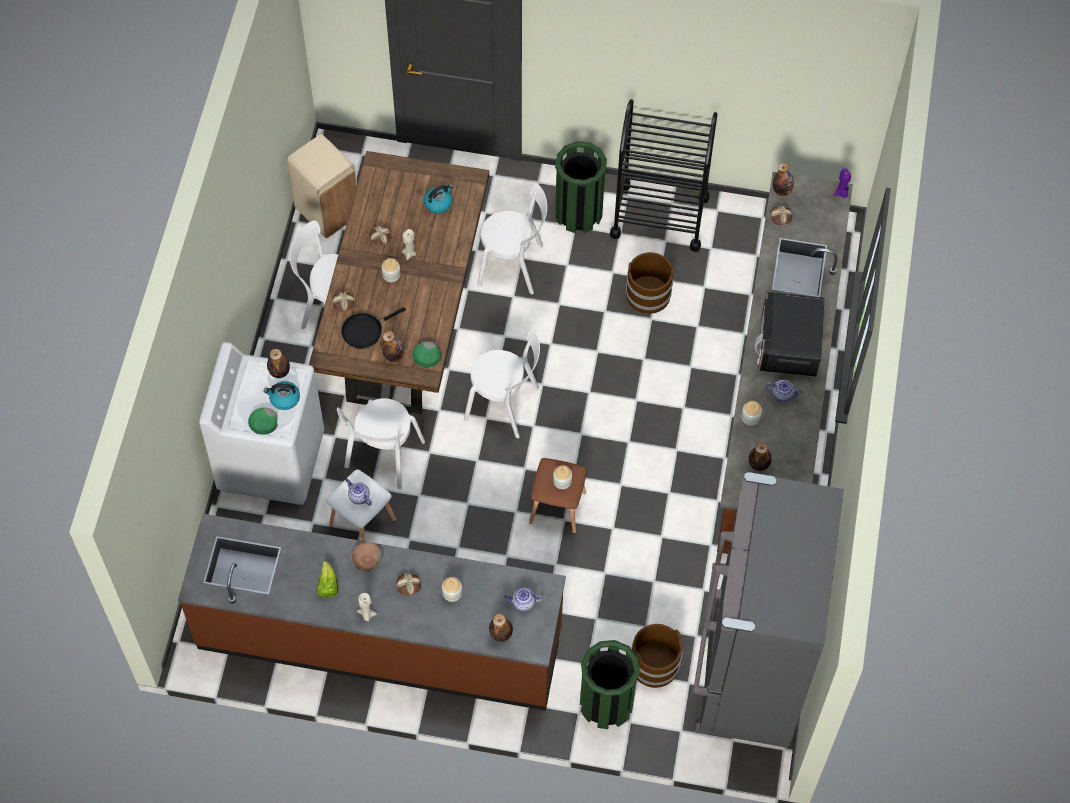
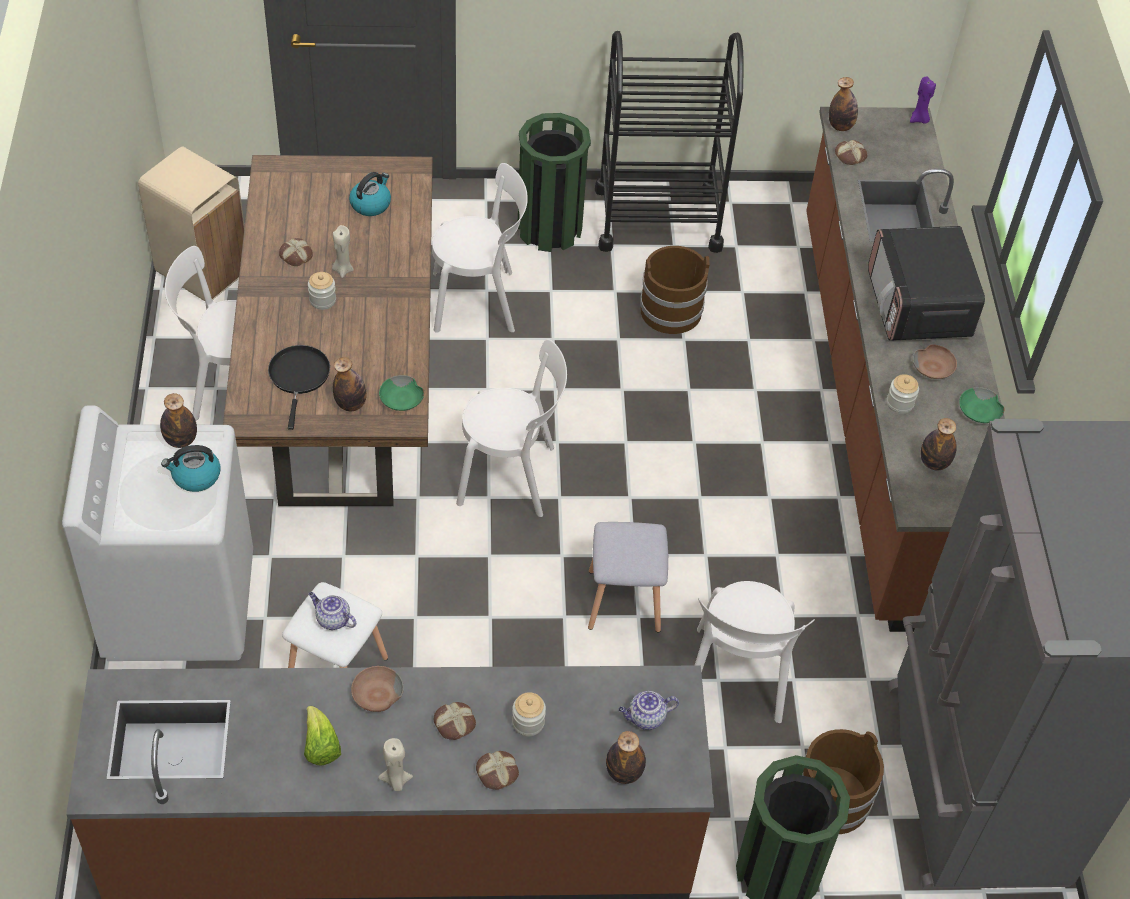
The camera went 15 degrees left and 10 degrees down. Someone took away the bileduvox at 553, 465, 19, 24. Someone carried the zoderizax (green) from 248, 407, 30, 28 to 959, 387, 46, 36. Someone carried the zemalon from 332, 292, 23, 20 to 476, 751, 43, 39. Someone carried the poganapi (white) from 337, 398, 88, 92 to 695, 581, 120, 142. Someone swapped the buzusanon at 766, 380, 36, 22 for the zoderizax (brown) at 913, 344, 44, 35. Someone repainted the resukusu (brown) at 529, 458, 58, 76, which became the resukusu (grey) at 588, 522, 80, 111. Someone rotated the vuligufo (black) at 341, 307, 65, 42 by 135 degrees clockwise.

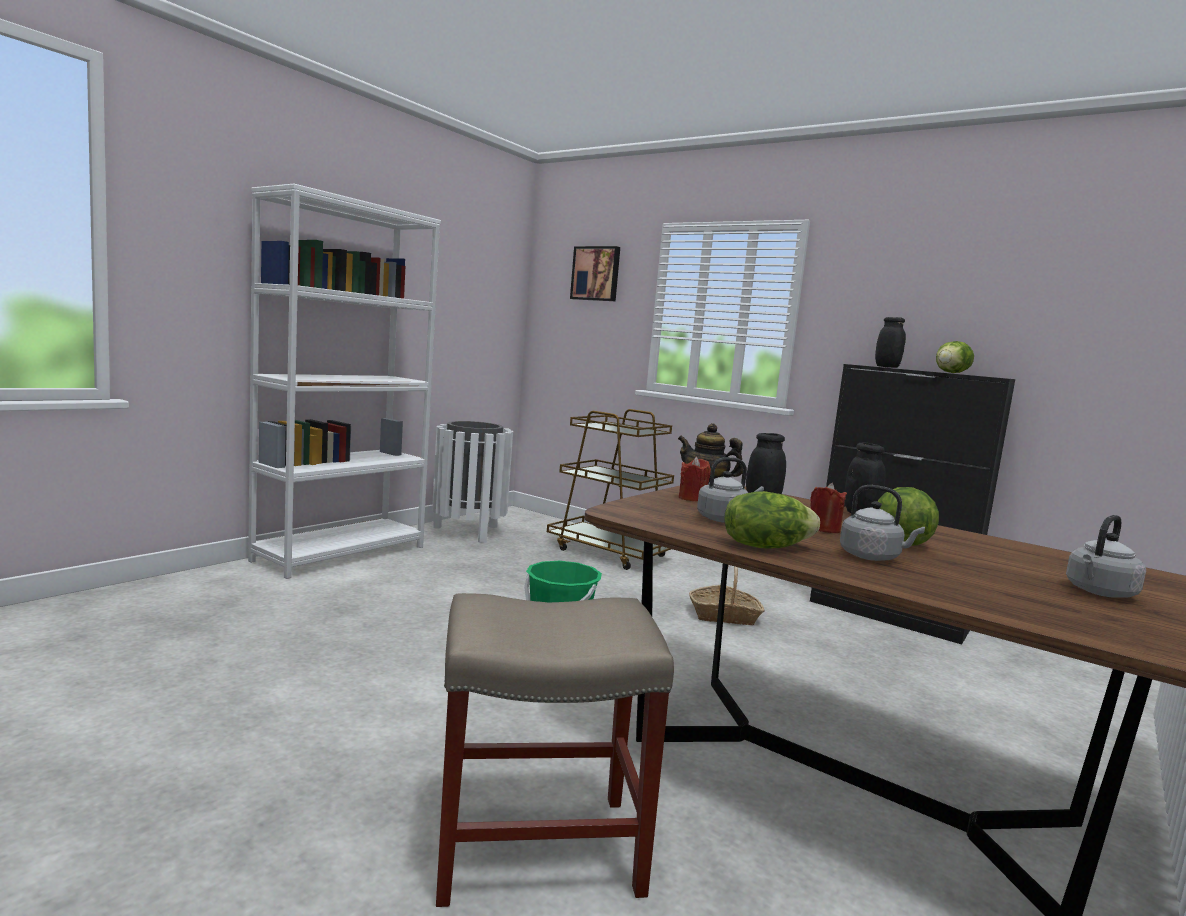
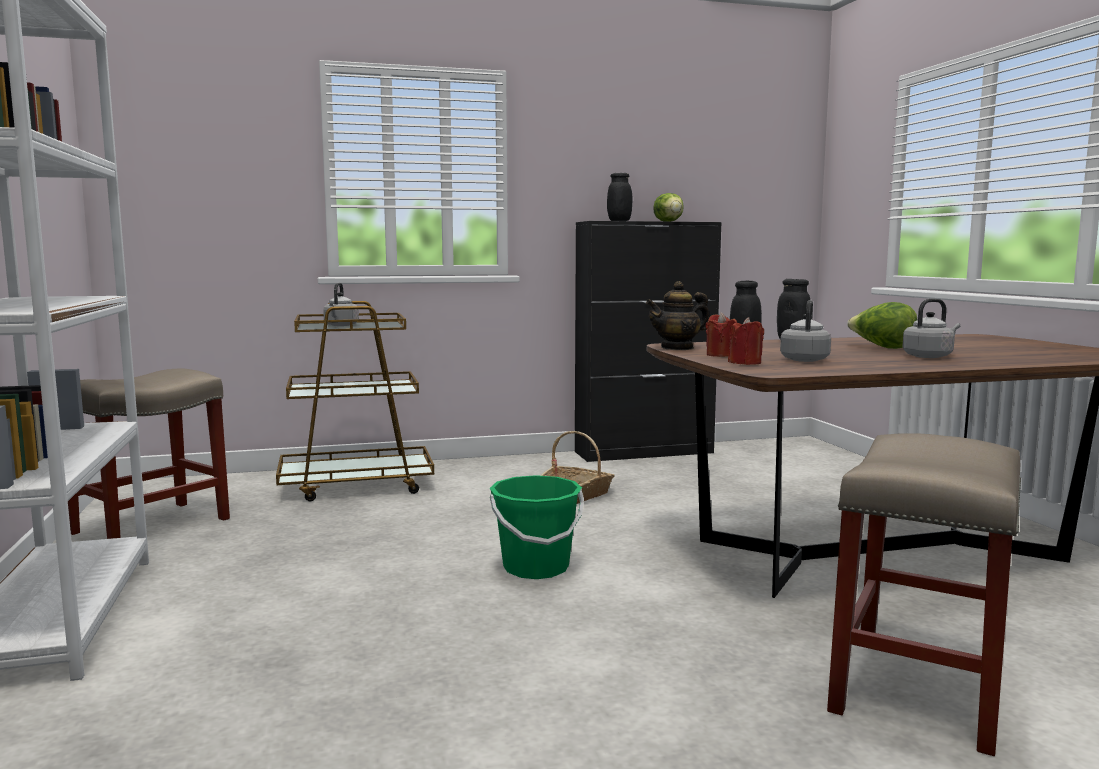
The camera went 50 degrees left and 0 degrees up. Someone took away the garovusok at 570, 246, 50, 55. Someone took away the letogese at 724, 491, 96, 57. Someone carried the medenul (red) from 811, 483, 36, 50 to 728, 317, 36, 48. Someone carried the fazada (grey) from 1066, 515, 80, 83 to 323, 283, 36, 43. Someone swapped the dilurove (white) at 432, 421, 81, 122 for the resukusu (beige) at 68, 368, 162, 171.

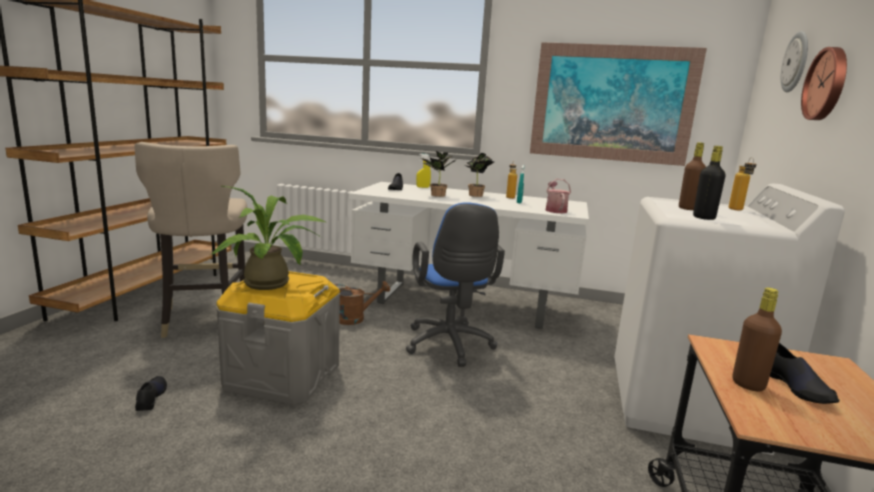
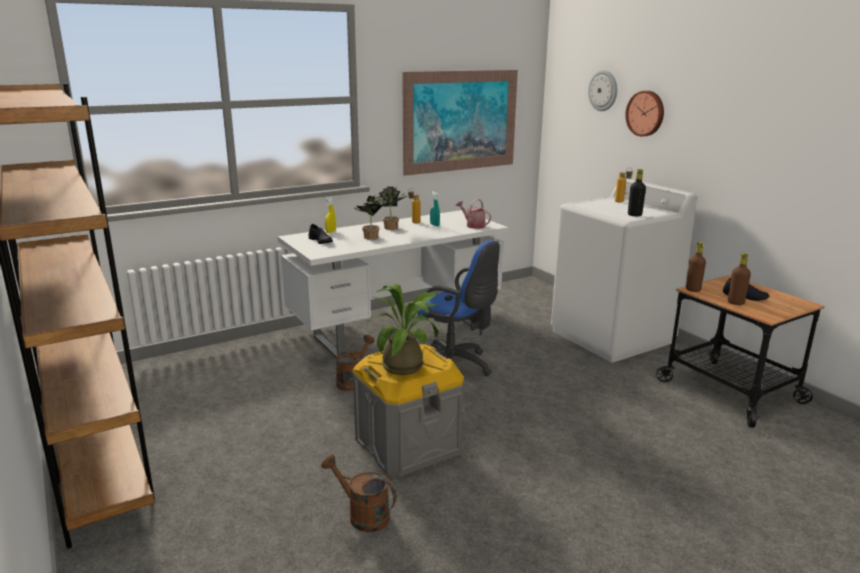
The camera went 45 degrees left and 5 degrees up. Someone took away the resukusu (beige) at 134, 142, 113, 196. Someone carried the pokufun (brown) from 679, 142, 27, 68 to 686, 242, 20, 50. Someone swapped the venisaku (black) at 135, 376, 32, 35 for the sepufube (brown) at 321, 454, 76, 78.

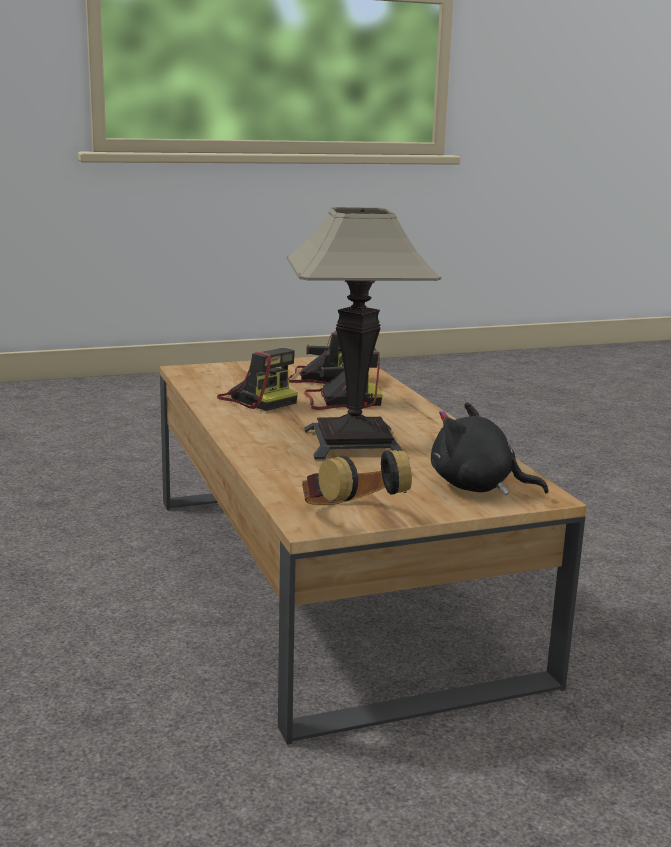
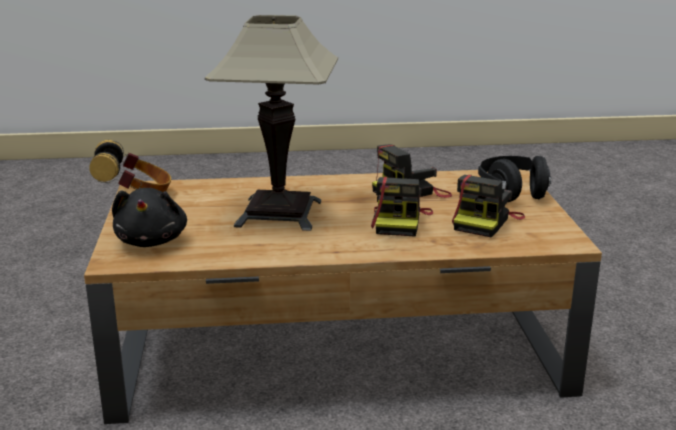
The camera went 105 degrees right and 5 degrees up. Someone put down the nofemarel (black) at 478, 156, 73, 46. Someone rotated the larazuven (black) at 431, 402, 118, 93 by 135 degrees clockwise.

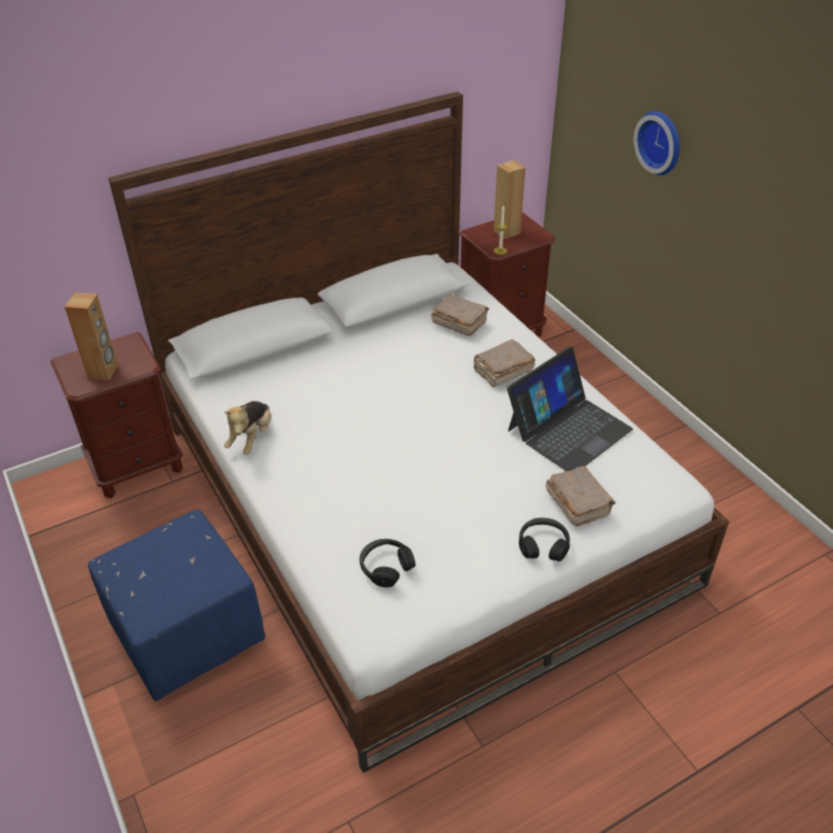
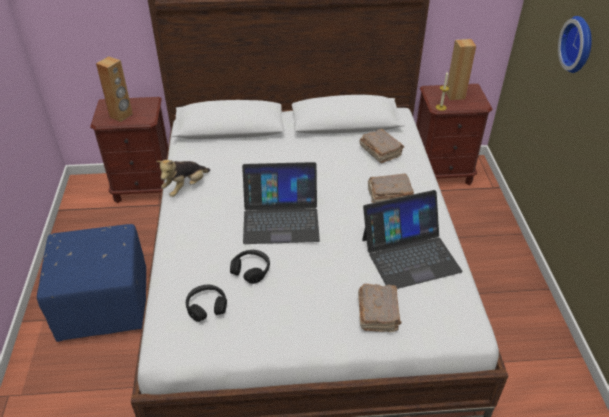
The camera went 25 degrees right and 0 degrees up. Someone put down the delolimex at 242, 162, 78, 82. Someone carried the nofemarel (black) from 519, 518, 51, 43 to 230, 250, 40, 34.

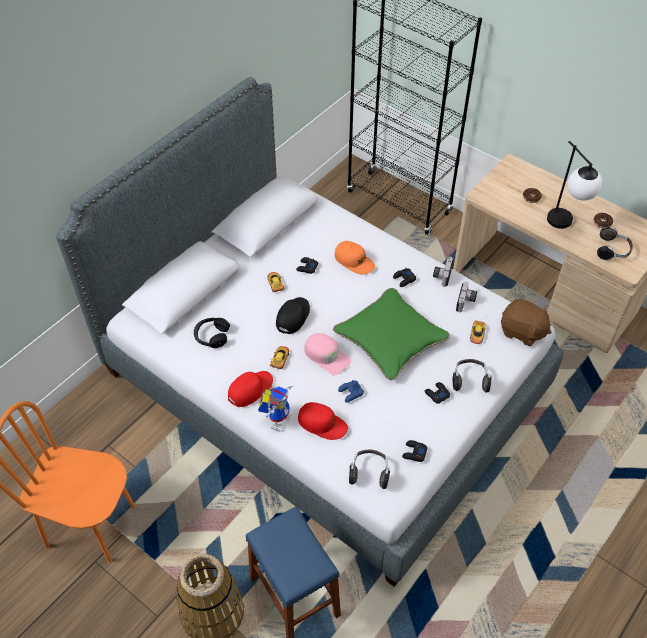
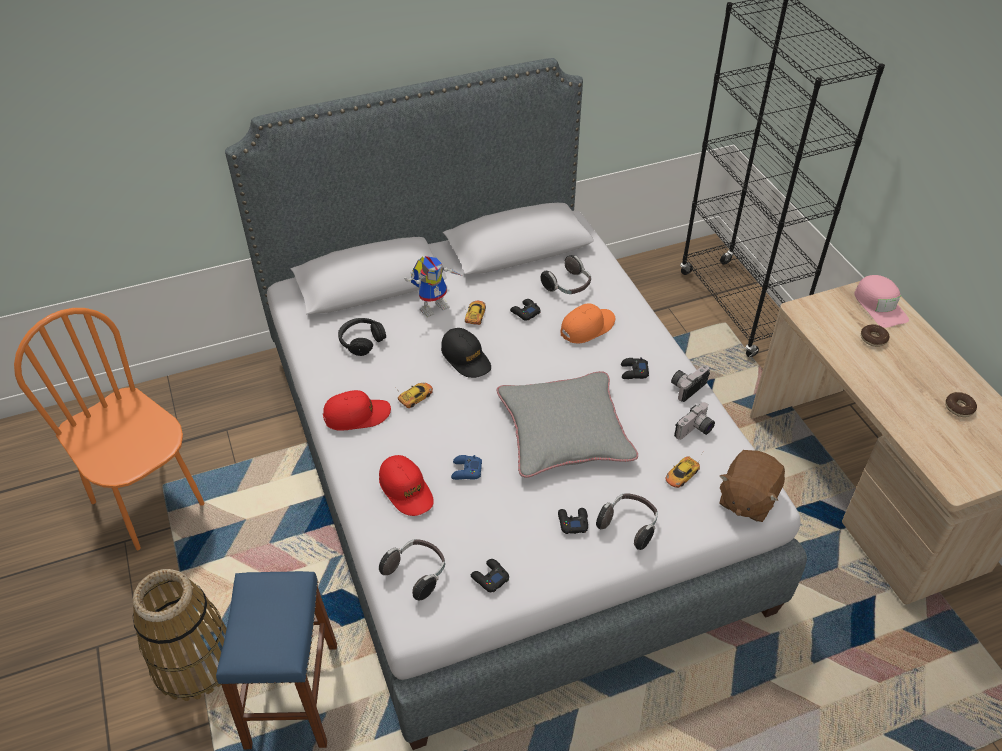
The camera went 30 degrees right and 5 degrees down. Someone took away the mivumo at 547, 141, 55, 88. Someone carried the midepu from 258, 386, 35, 46 to 404, 256, 58, 61. Someone carried the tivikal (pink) from 304, 333, 47, 42 to 854, 275, 55, 53. Someone carried the nofemarel from 597, 227, 36, 33 to 540, 255, 51, 39. Someone repainted the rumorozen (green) at 333, 288, 117, 92, which became the rumorozen (grey) at 497, 371, 141, 107. Someone rotated the tivikal (black) at 276, 297, 34, 37 by 90 degrees clockwise. Someone rotated the tivikal (orange) at 335, 241, 40, 33 by 105 degrees counterclockwise. Someone rotated the larazuven (brown) at 501, 299, 51, 47 by 60 degrees clockwise.

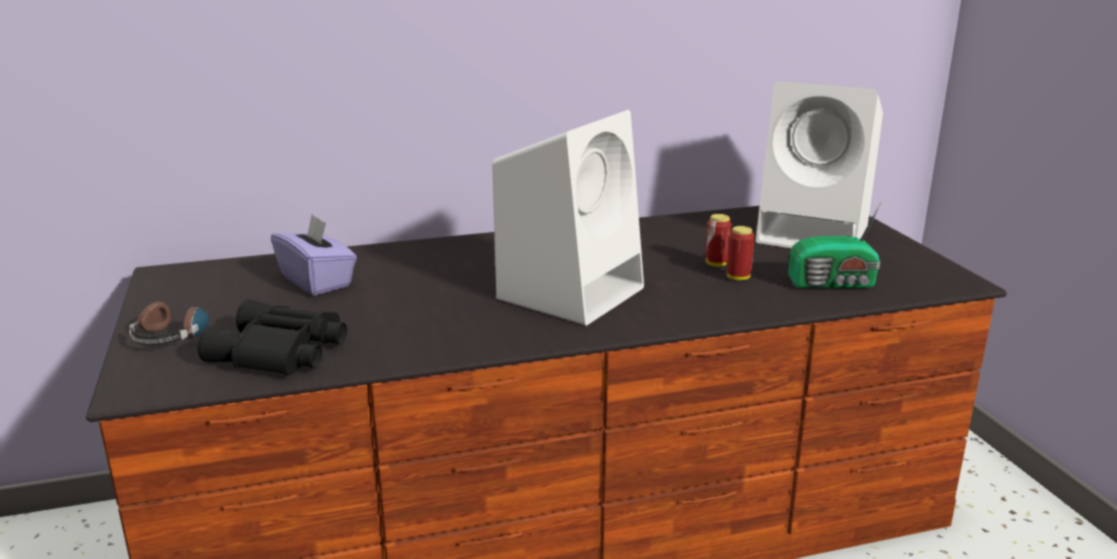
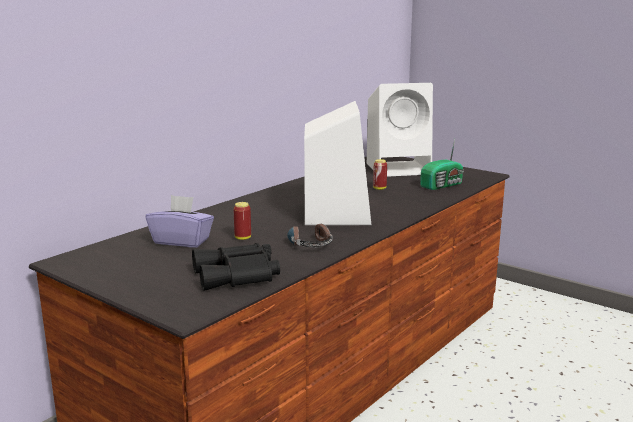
The camera went 35 degrees left and 5 degrees down. Someone carried the nofemarel from 129, 302, 89, 44 to 287, 224, 46, 23. Someone carried the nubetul from 727, 226, 28, 55 to 233, 202, 18, 38.

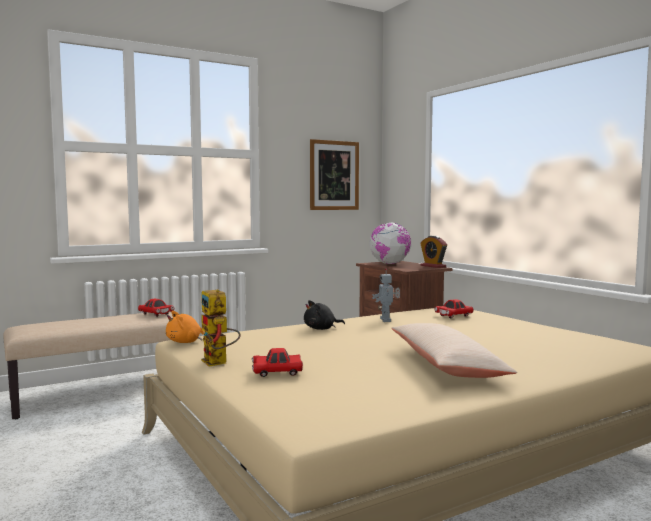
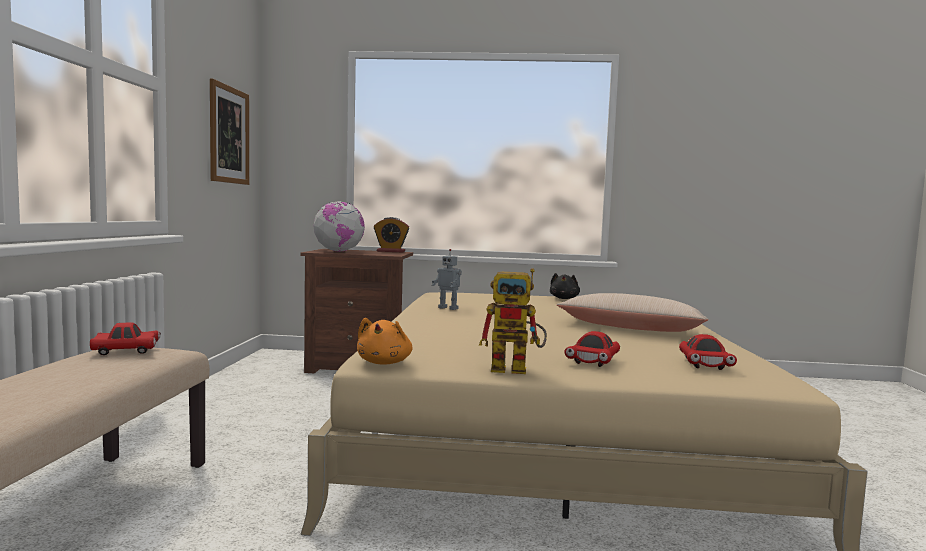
The camera went 55 degrees left and 0 degrees up. Someone carried the larazuven (black) from 304, 300, 41, 30 to 550, 273, 30, 26. Someone carried the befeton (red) from 434, 299, 40, 19 to 679, 334, 58, 36.

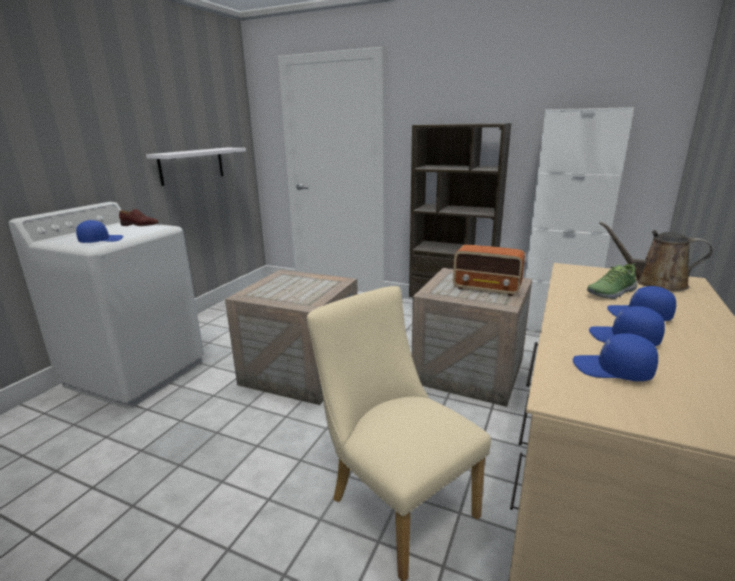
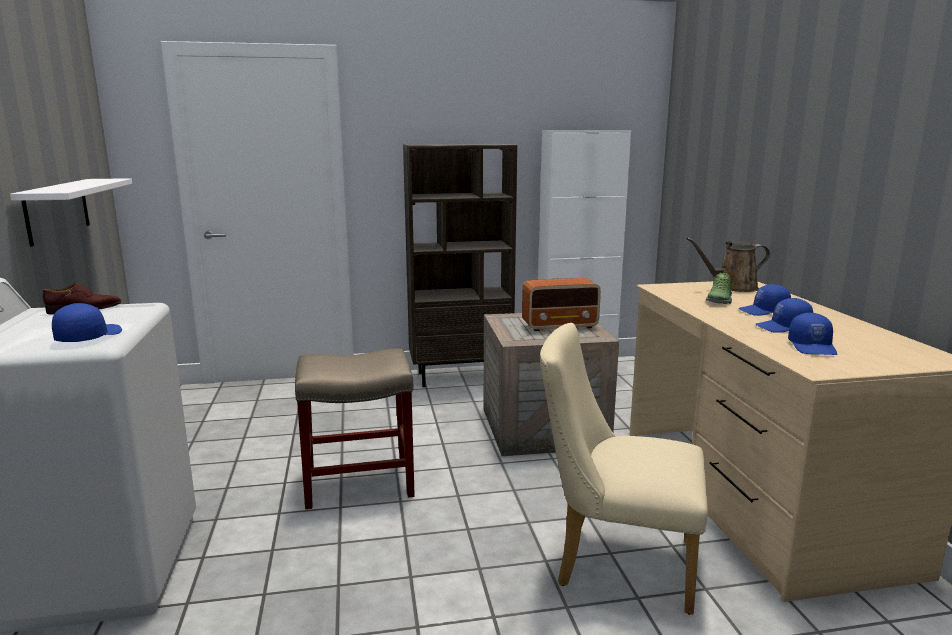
The camera went 35 degrees left and 5 degrees down. Someone swapped the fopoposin at 225, 269, 133, 136 for the resukusu (beige) at 295, 348, 120, 161. Someone rotated the tivikal (blue) at 573, 333, 85, 48 by 75 degrees counterclockwise.

